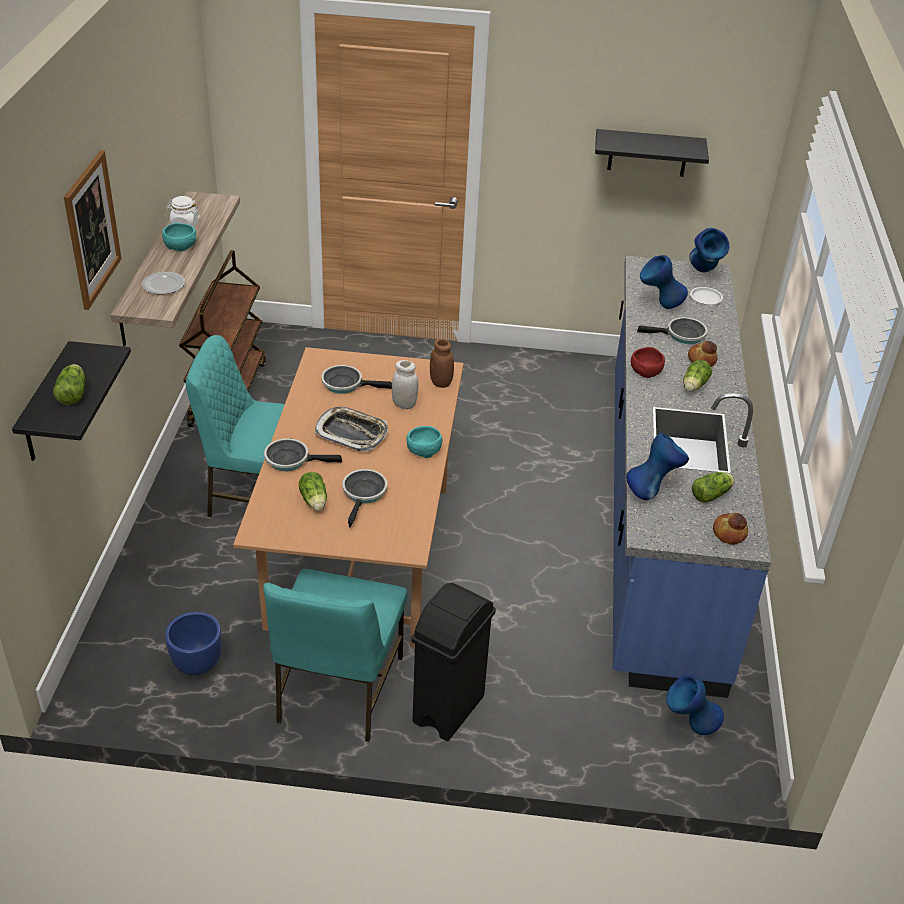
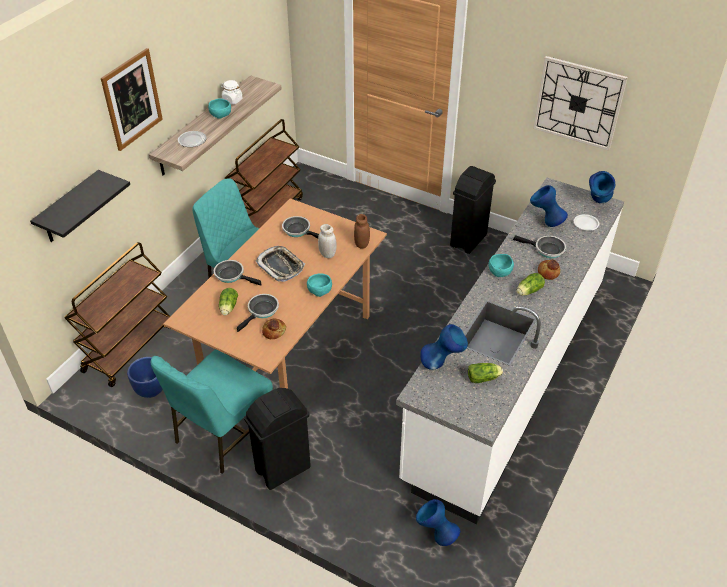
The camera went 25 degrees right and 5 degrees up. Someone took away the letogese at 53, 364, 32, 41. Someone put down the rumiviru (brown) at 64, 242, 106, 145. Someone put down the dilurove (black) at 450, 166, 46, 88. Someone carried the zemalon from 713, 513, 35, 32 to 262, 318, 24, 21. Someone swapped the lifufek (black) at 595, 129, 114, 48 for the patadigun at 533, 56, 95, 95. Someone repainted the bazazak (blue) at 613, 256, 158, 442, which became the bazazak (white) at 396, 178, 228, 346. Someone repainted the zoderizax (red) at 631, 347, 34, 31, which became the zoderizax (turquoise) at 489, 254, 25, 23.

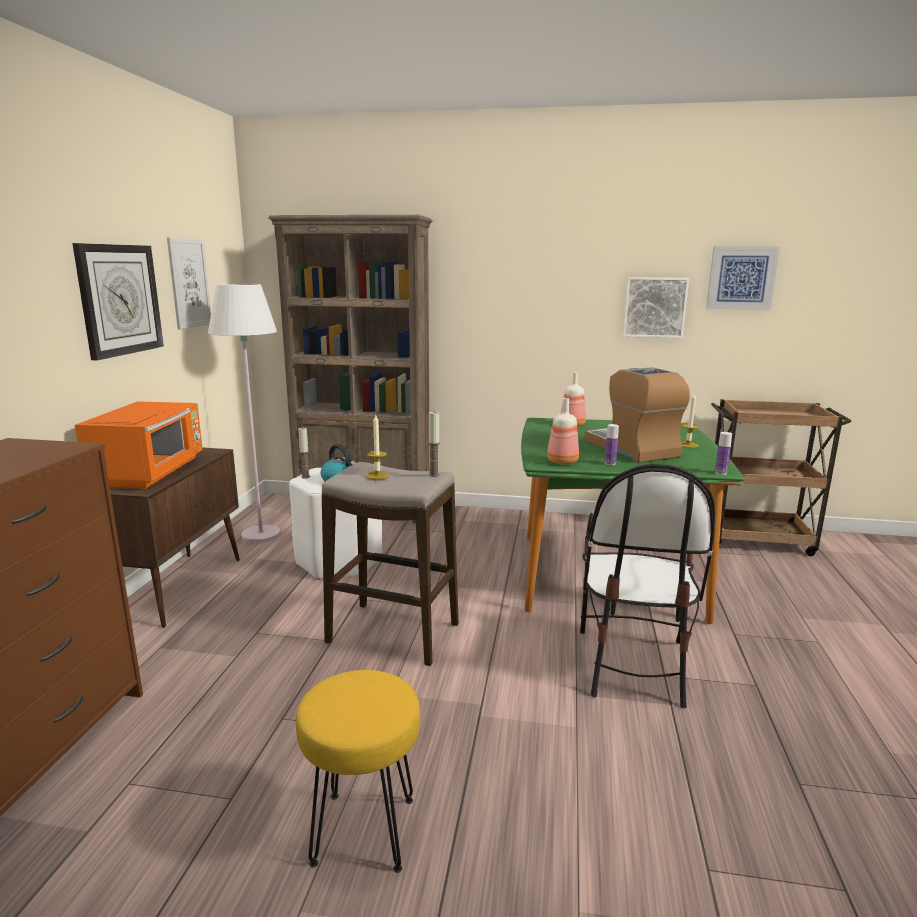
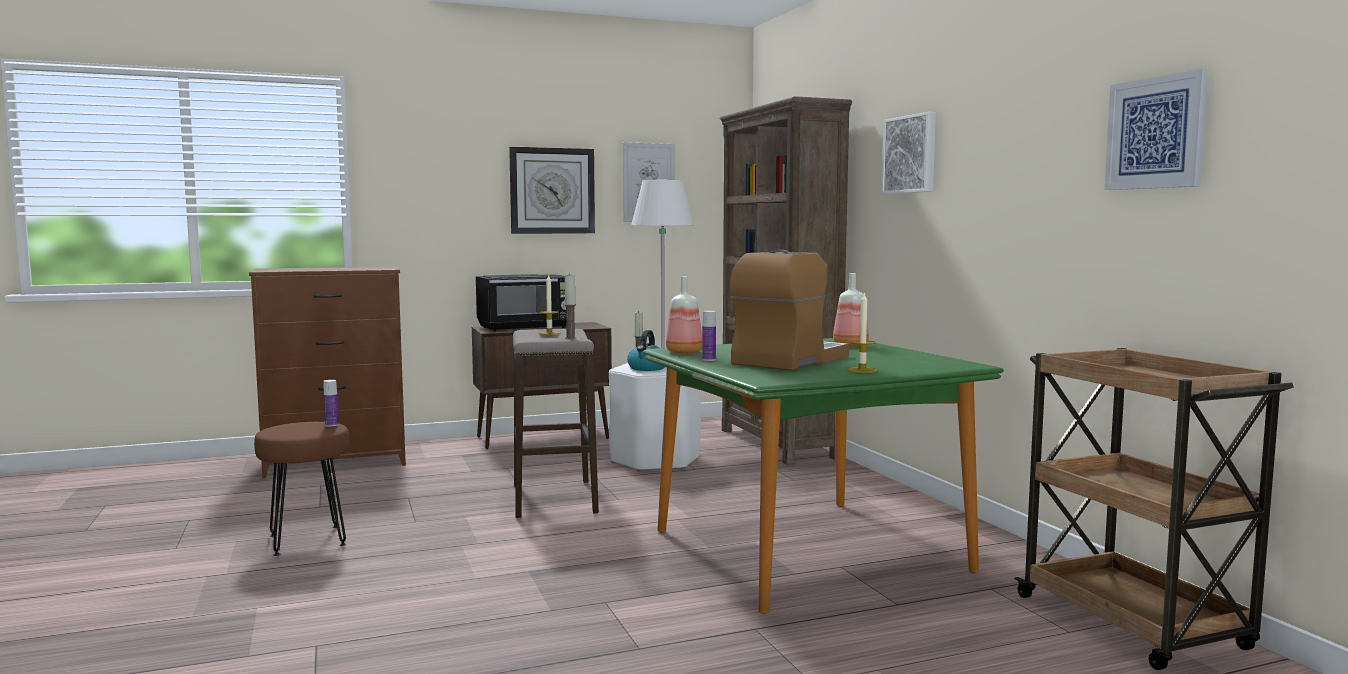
The camera went 60 degrees right and 10 degrees down. Someone took away the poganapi at 580, 464, 135, 244. Someone carried the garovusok from 623, 277, 66, 61 to 881, 112, 55, 82. Someone carried the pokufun from 715, 432, 17, 43 to 323, 380, 16, 47. Someone repainted the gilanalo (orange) at 75, 401, 128, 89, which became the gilanalo (black) at 476, 274, 91, 57. Someone repainted the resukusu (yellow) at 296, 670, 125, 203, which became the resukusu (brown) at 254, 422, 95, 134.

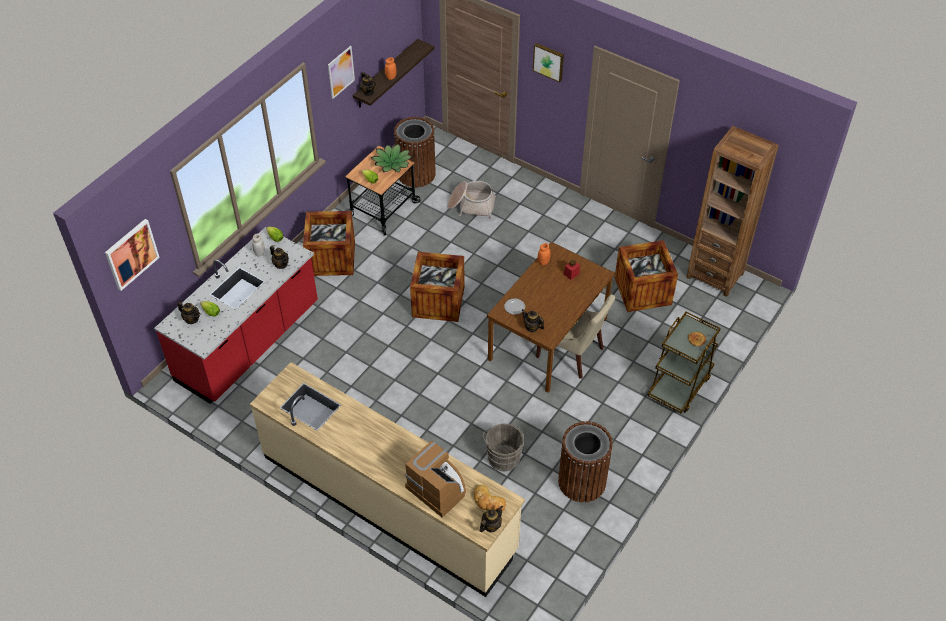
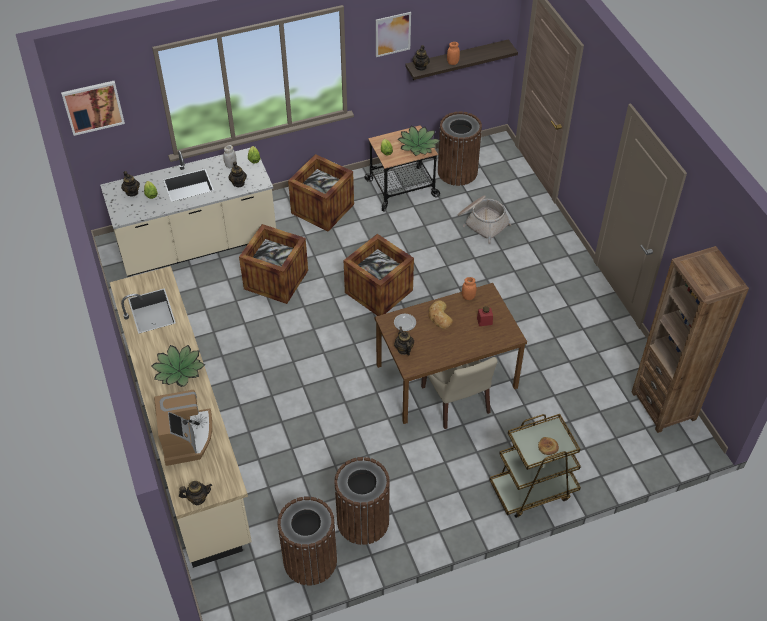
The camera went 35 degrees right and 0 degrees up. Someone took away the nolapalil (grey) at 482, 424, 42, 47. Someone took away the garovusok at 533, 43, 31, 39. Someone put down the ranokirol at 151, 345, 54, 42. Someone put down the dilurove (brown) at 277, 496, 60, 89. Someone carried the zemalon from 474, 485, 32, 26 to 429, 300, 24, 29. Someone carried the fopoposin from 615, 240, 63, 72 to 239, 224, 69, 80. Someone repainted the bazazak (red) at 154, 227, 164, 177, which became the bazazak (beige) at 100, 148, 176, 129.

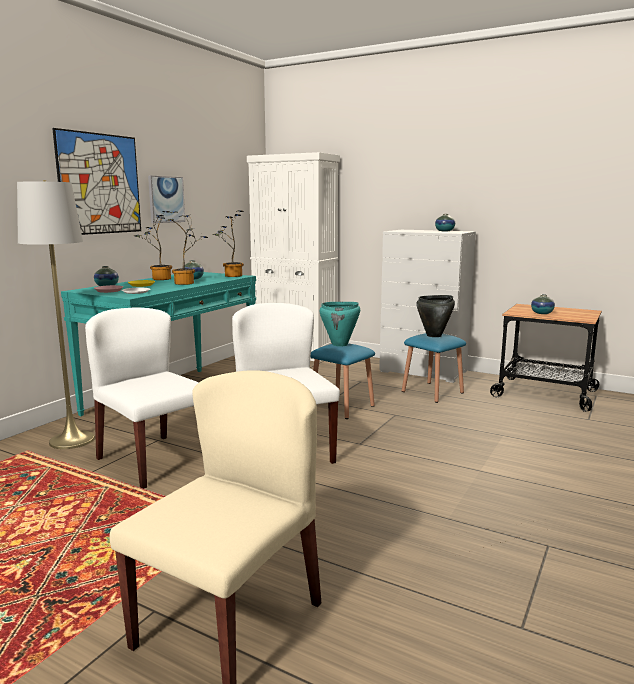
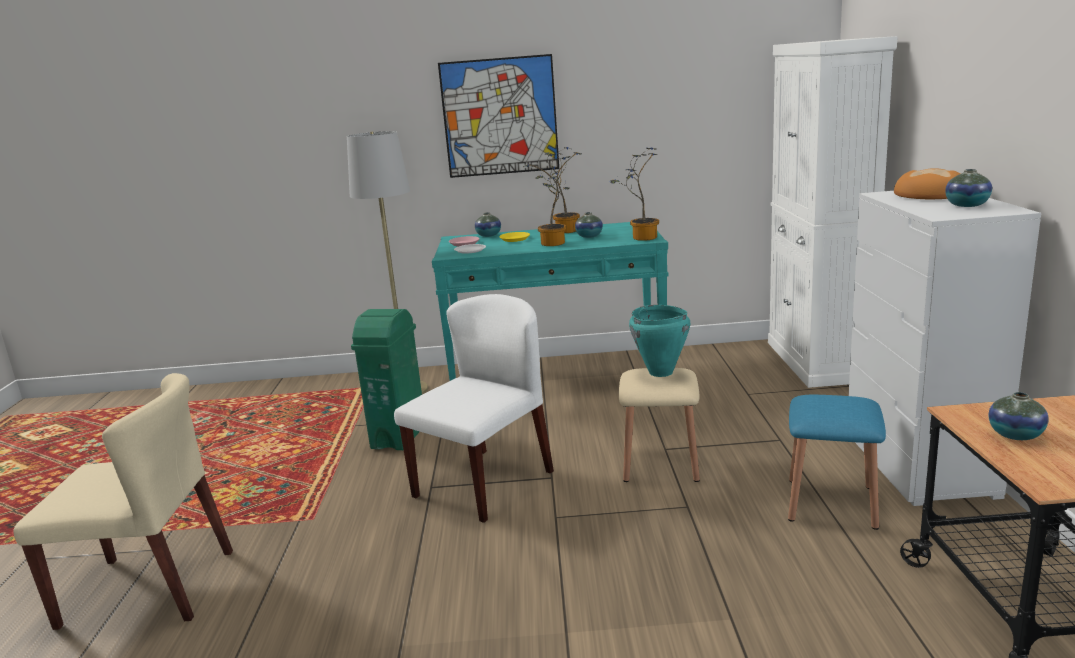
The camera went 60 degrees right and 5 degrees up. Someone took away the garovusok at 148, 176, 37, 47. Someone took away the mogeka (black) at 416, 295, 39, 42. Someone put down the zemalon at 894, 168, 66, 31. Someone swapped the poganapi (white) at 85, 307, 114, 182 for the dilurove (green) at 351, 309, 71, 141. Someone repainted the resukusu (blue) at 311, 343, 64, 76, which became the resukusu (beige) at 619, 368, 81, 114.

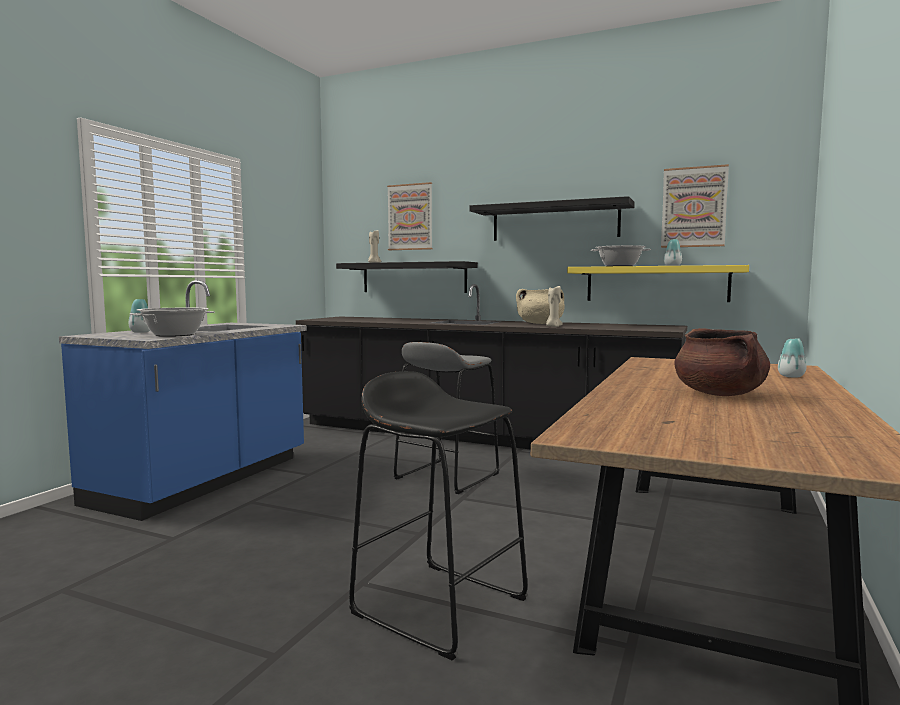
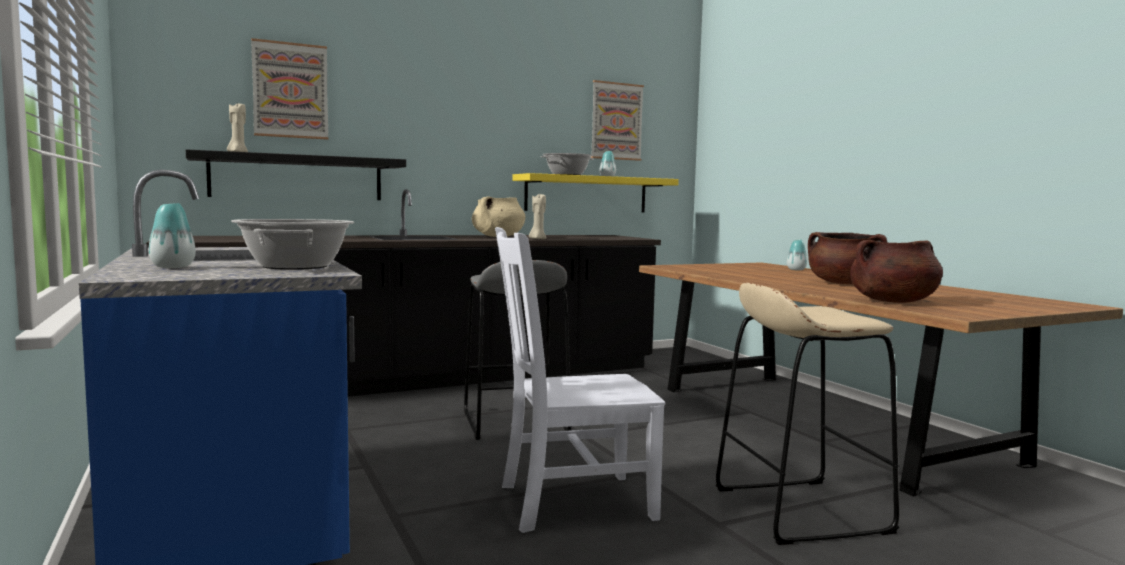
The camera went 50 degrees left and 0 degrees up. Someone took away the lifufek (black) at 470, 196, 165, 45. Someone put down the poganapi (white) at 495, 227, 170, 306. Someone put down the mogeka (brown) at 850, 240, 93, 63. Someone repainted the resukusu (black) at 349, 371, 179, 290, which became the resukusu (beige) at 716, 283, 183, 262.

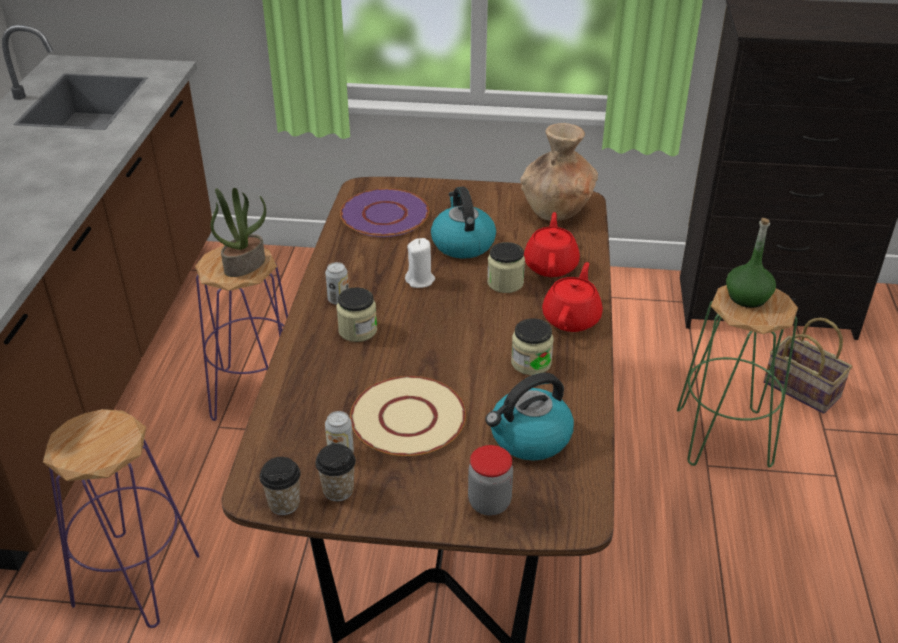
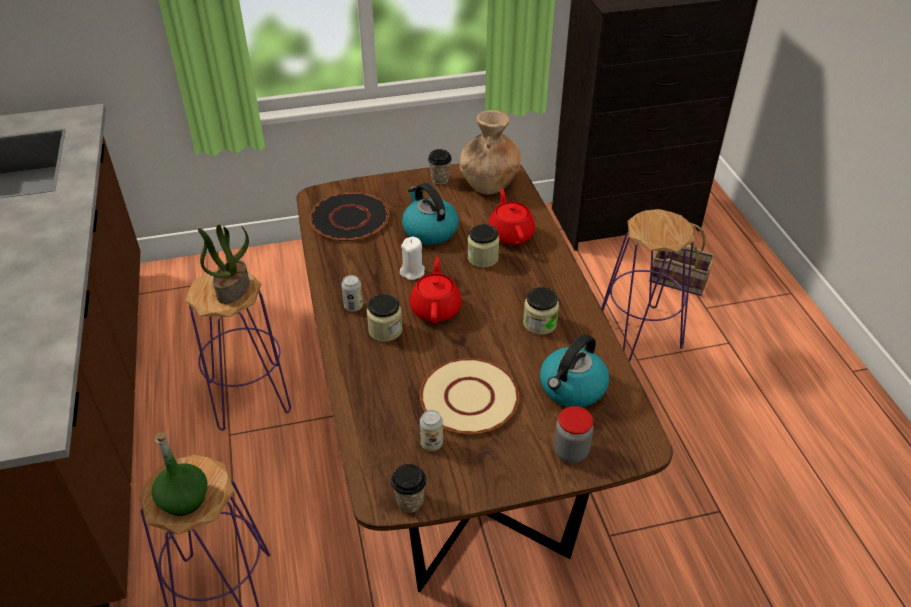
The camera went 20 degrees left and 5 degrees up. Someone carried the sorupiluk from 315, 444, 41, 57 to 428, 149, 24, 36. Someone carried the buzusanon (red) from 542, 262, 61, 70 to 410, 257, 52, 67. Someone carried the pokufun (green) from 726, 218, 50, 90 to 152, 432, 55, 84. Someone repainted the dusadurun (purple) at 340, 188, 89, 49, which became the dusadurun (black) at 310, 192, 79, 49. Someone repainted the resukusu (green) at 677, 285, 121, 183, which became the resukusu (purple) at 601, 209, 94, 153.

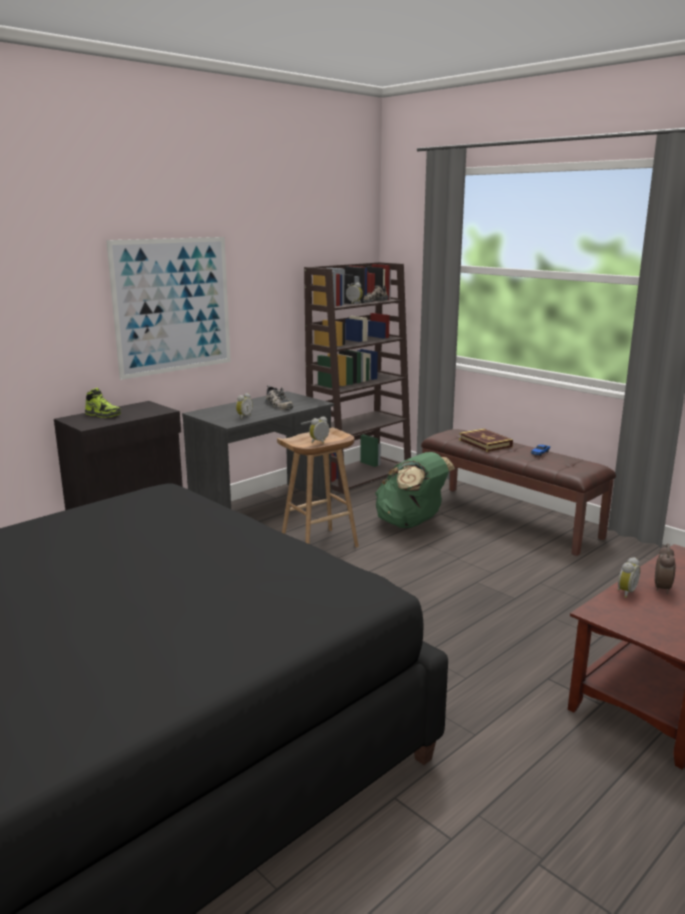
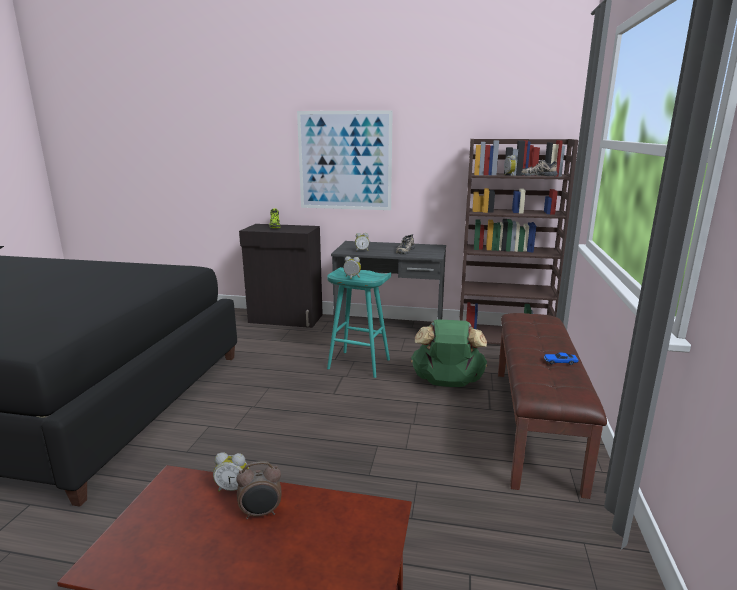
The camera went 55 degrees right and 0 degrees up. Someone took away the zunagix at 459, 429, 54, 23. Someone repainted the resukusu (brown) at 277, 428, 82, 119, which became the resukusu (turquoise) at 327, 267, 64, 111.

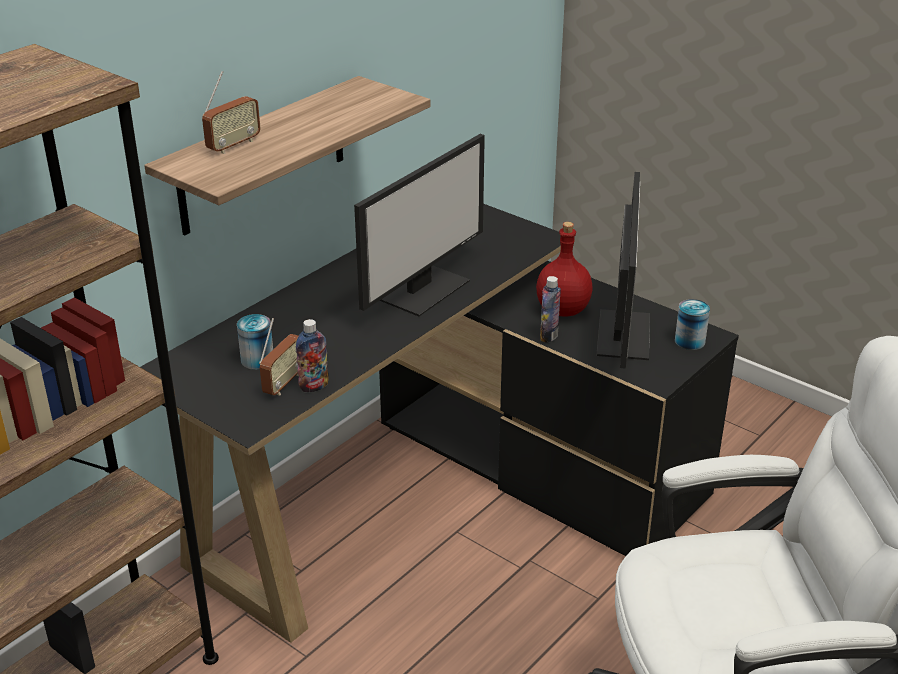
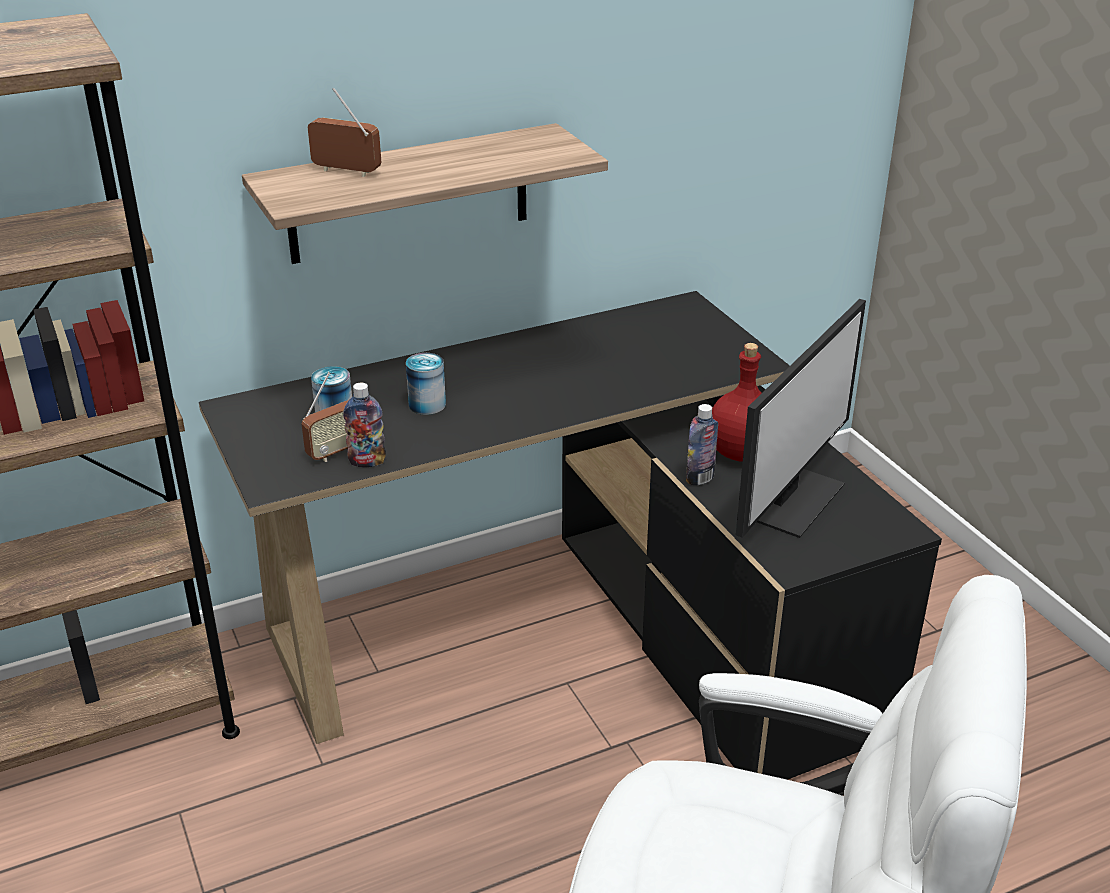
The camera went 25 degrees right and 0 degrees up. Someone took away the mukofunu at 354, 134, 131, 182. Someone carried the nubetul from 675, 299, 35, 51 to 406, 353, 40, 62. Someone rotated the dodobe at 202, 71, 59, 83 by 135 degrees counterclockwise.

